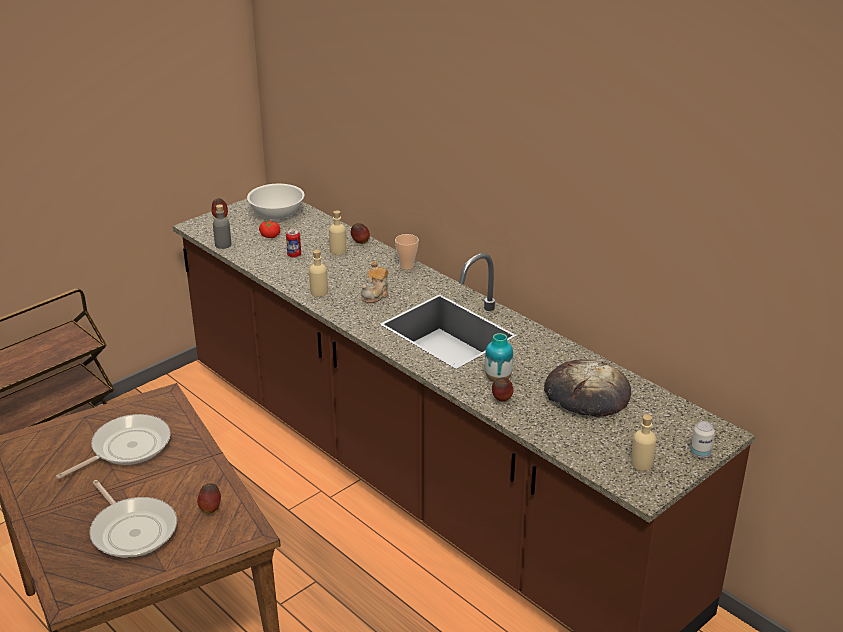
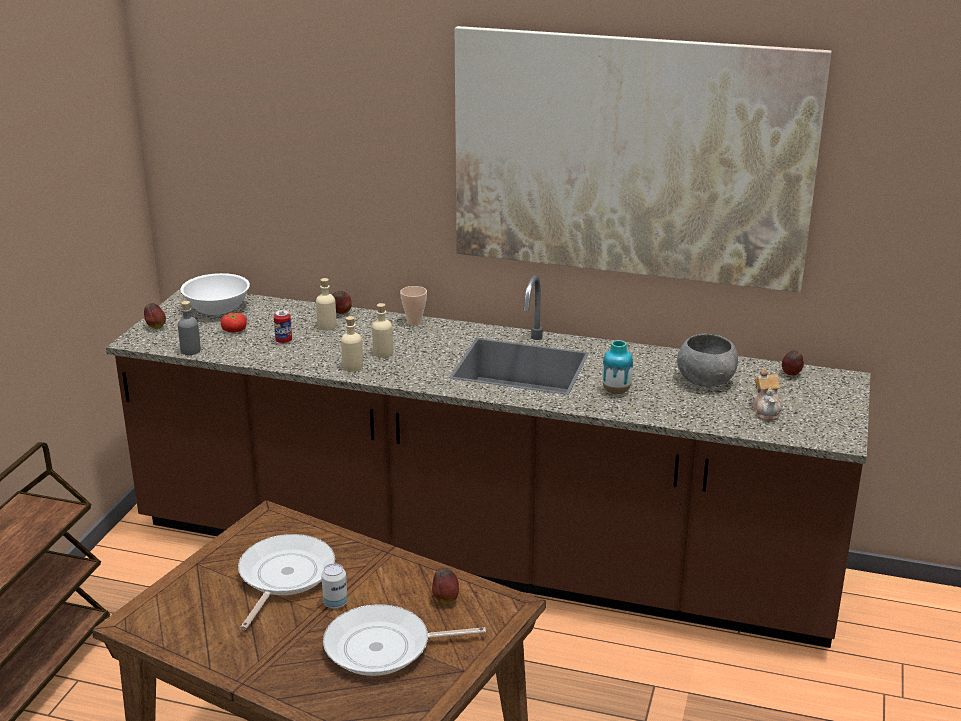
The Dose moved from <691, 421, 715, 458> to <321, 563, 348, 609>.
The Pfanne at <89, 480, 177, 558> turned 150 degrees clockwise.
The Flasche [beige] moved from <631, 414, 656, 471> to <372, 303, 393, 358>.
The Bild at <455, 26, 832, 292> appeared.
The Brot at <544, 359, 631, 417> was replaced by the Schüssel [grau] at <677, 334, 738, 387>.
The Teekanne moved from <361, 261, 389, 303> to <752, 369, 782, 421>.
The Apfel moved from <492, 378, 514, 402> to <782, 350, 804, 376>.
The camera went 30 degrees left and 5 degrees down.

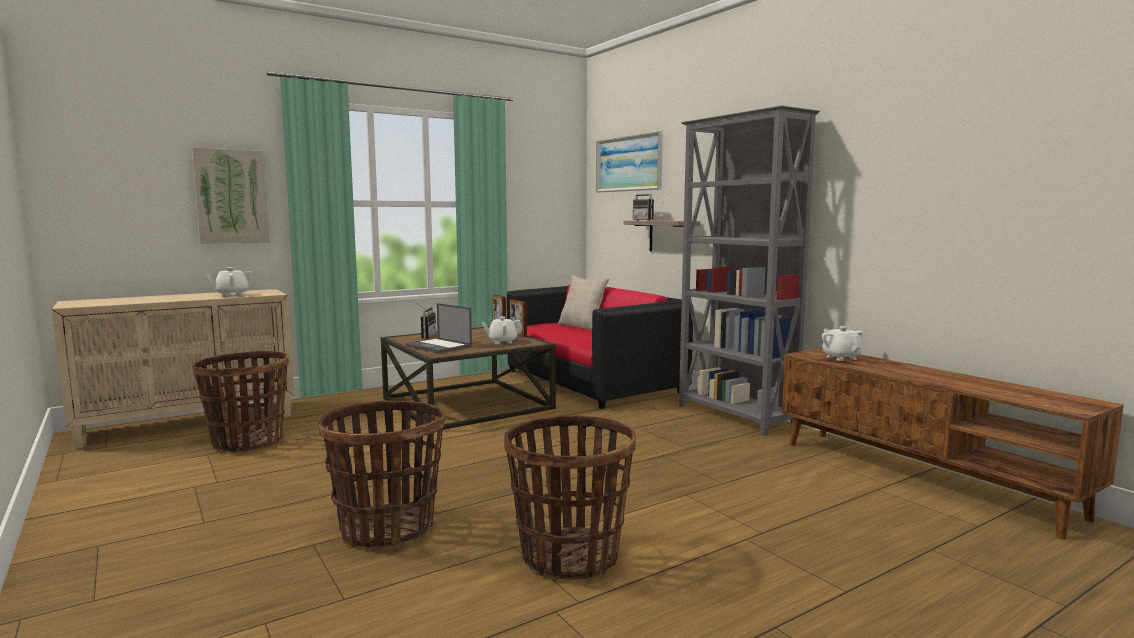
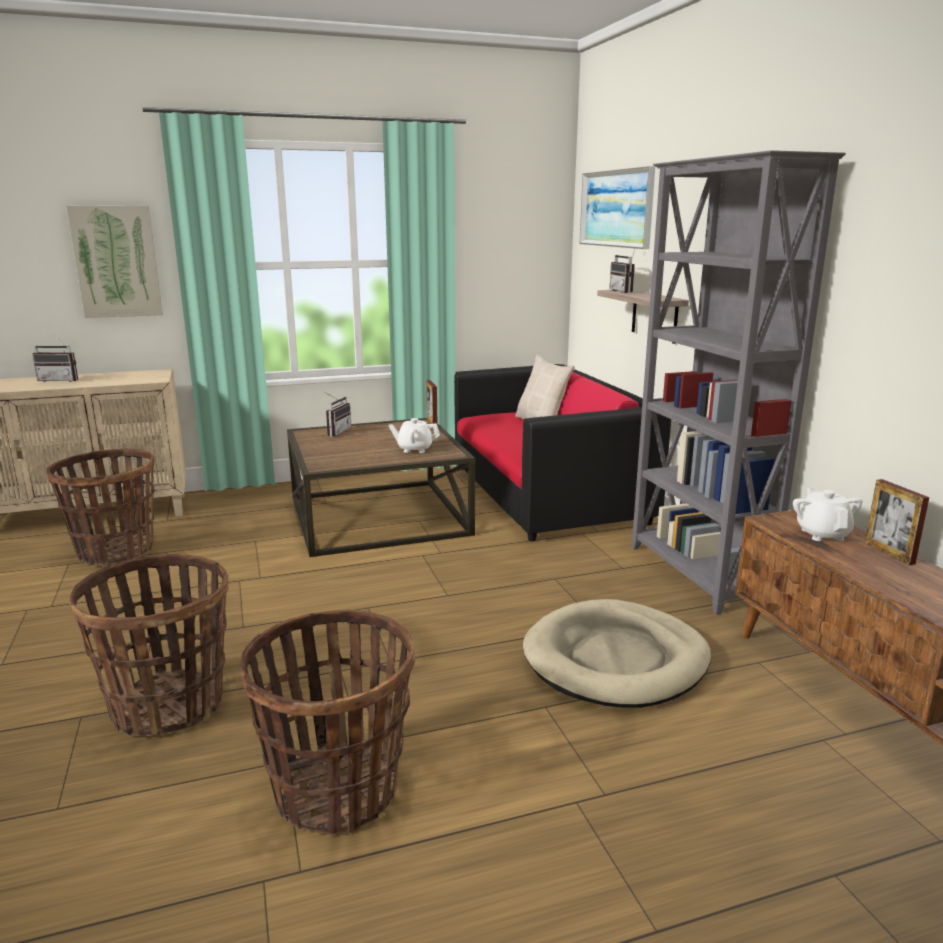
The Radio at <32, 334, 78, 382> appeared.
The Hundebett [beige] at <523, 599, 711, 708> appeared.
The Bilderrahmen moved from <510, 299, 527, 337> to <865, 479, 929, 565>.
The Teekanne [weiß] at <205, 267, 255, 297> disappeared.
The Laptop at <405, 303, 472, 353> disappeared.
The camera went 15 degrees right and 10 degrees up.

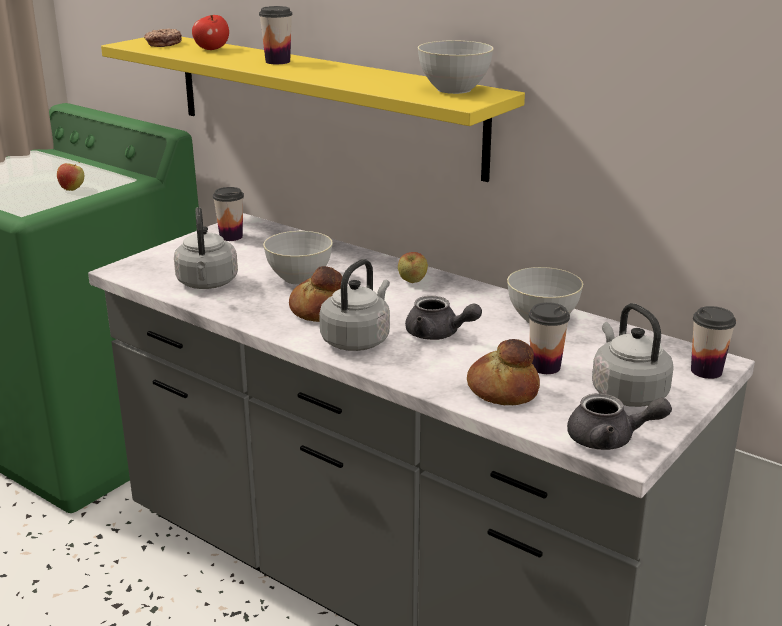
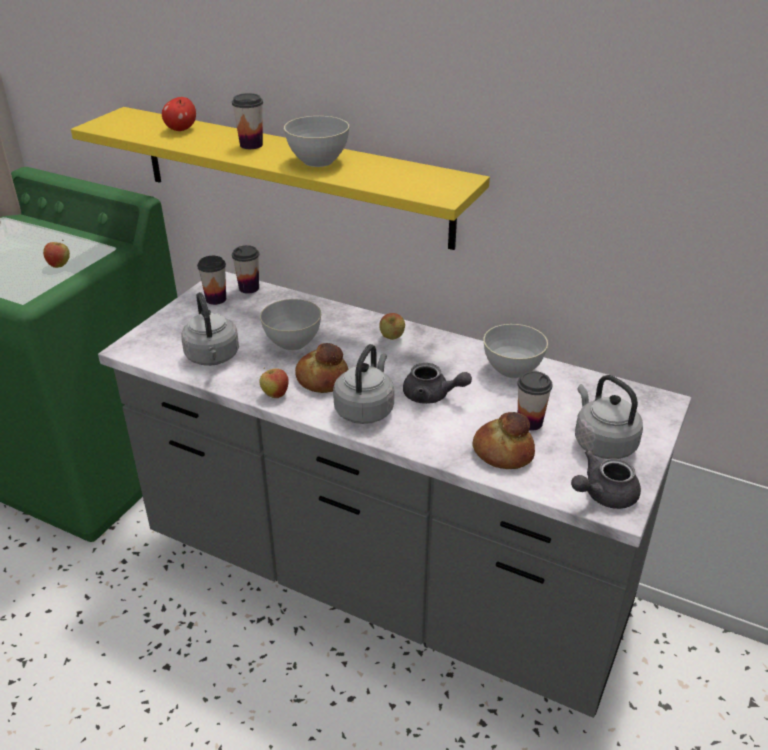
The Tasse moved from <691, 306, 736, 379> to <232, 245, 259, 294>.
The Apfel at <259, 367, 289, 398> appeared.
The Schüssel [grau] moved from <418, 40, 493, 94> to <284, 116, 349, 167>.
The Teekanne [grau] at <567, 393, 672, 450> turned 150 degrees clockwise.
The Donut at <144, 28, 182, 47> disappeared.
The camera went 10 degrees left and 10 degrees up.

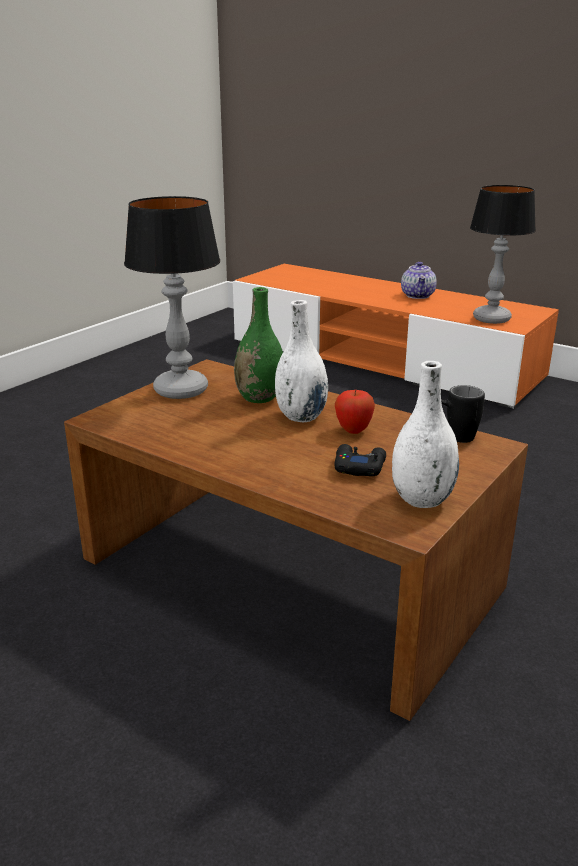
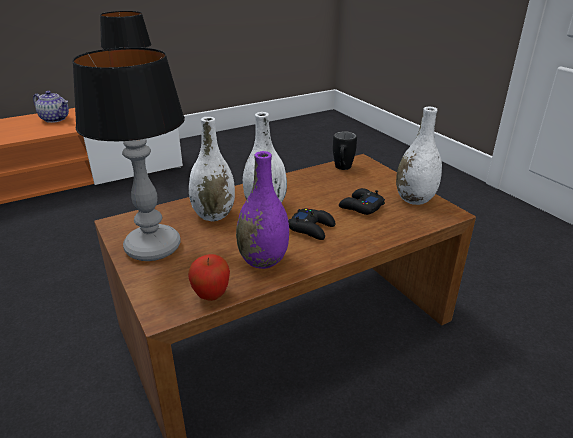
The Apfel moved from <335, 390, 375, 434> to <188, 254, 230, 301>.
The Vase [grün] at <234, 287, 283, 403> became the Vase [weiß] at <189, 117, 235, 221>.
The Vase [lila] at <236, 151, 289, 269> appeared.
The Gamepad [schwarz] at <288, 208, 335, 240> appeared.
The camera went 65 degrees left and 5 degrees up.

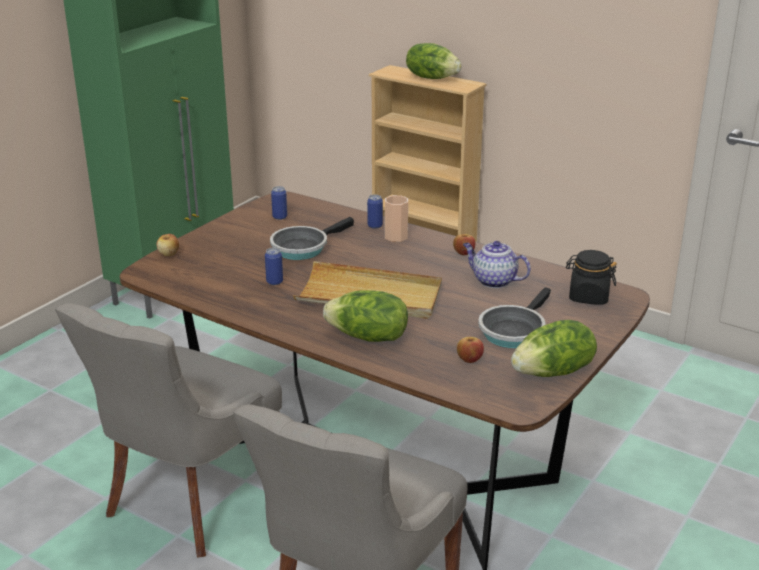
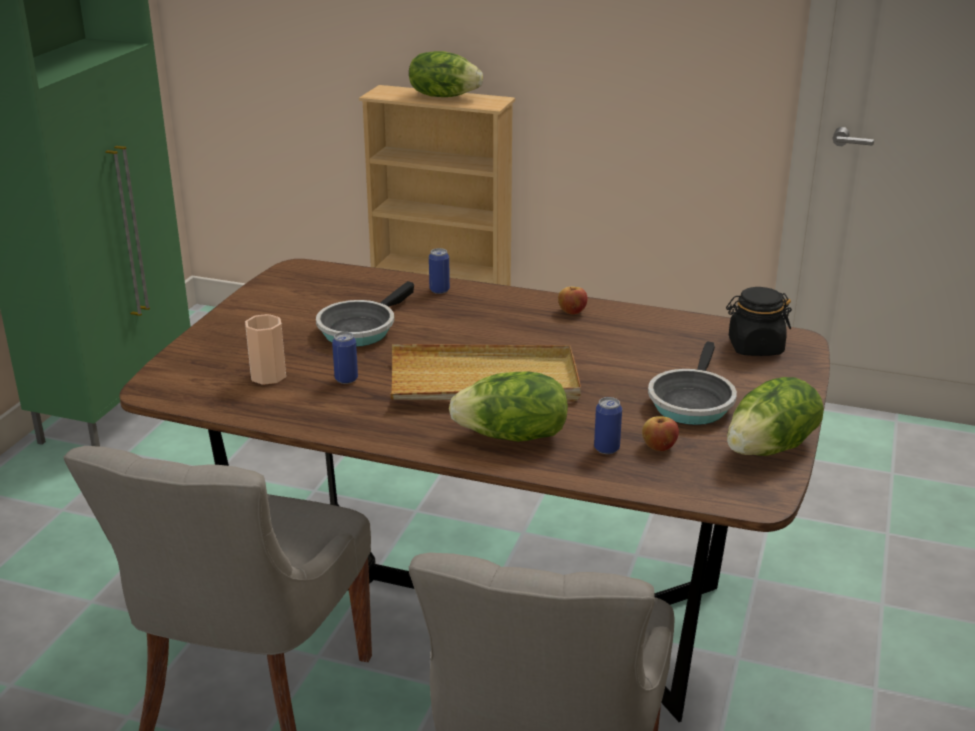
The Tasse moved from <385, 195, 408, 242> to <245, 314, 286, 385>.
The Dose moved from <271, 186, 287, 220> to <594, 397, 622, 454>.
The Apfel at <157, 234, 179, 256> disappeared.
The Teekanne at <463, 241, 531, 288> disappeared.
The camera went 15 degrees left and 0 degrees up.

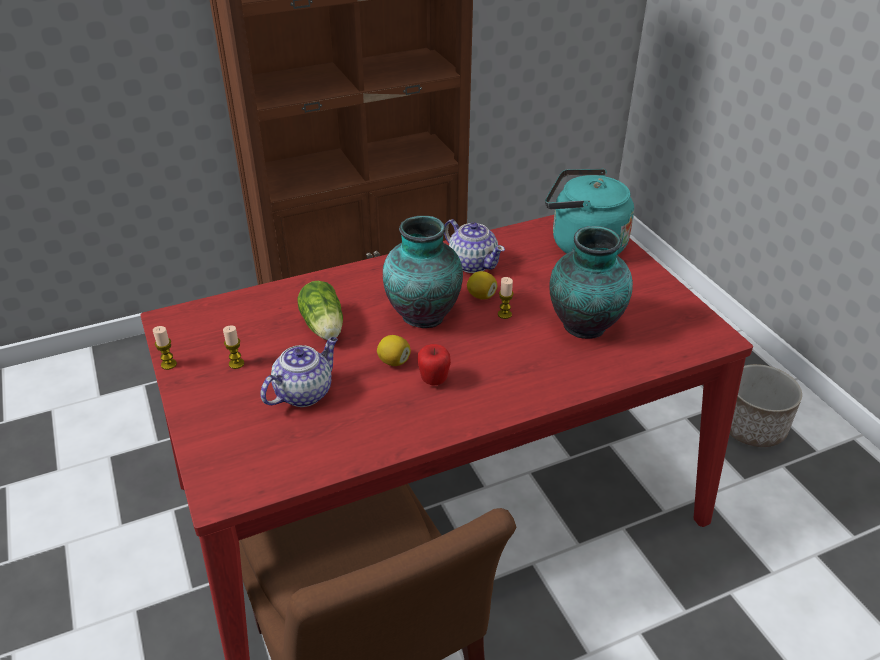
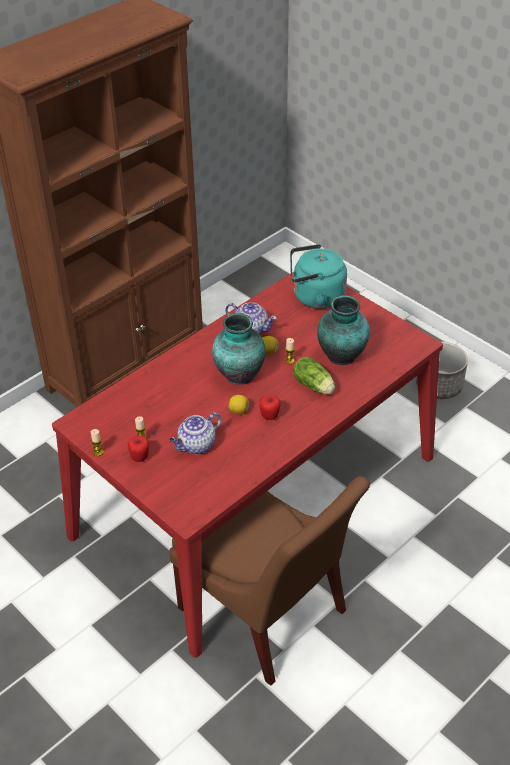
The Apfel at <128, 435, 149, 462> appeared.
The Teekanne at <260, 337, 338, 407> turned 150 degrees counterclockwise.
The Salatkopf moved from <297, 281, 343, 340> to <293, 357, 335, 394>.
The camera went 20 degrees left and 5 degrees up.

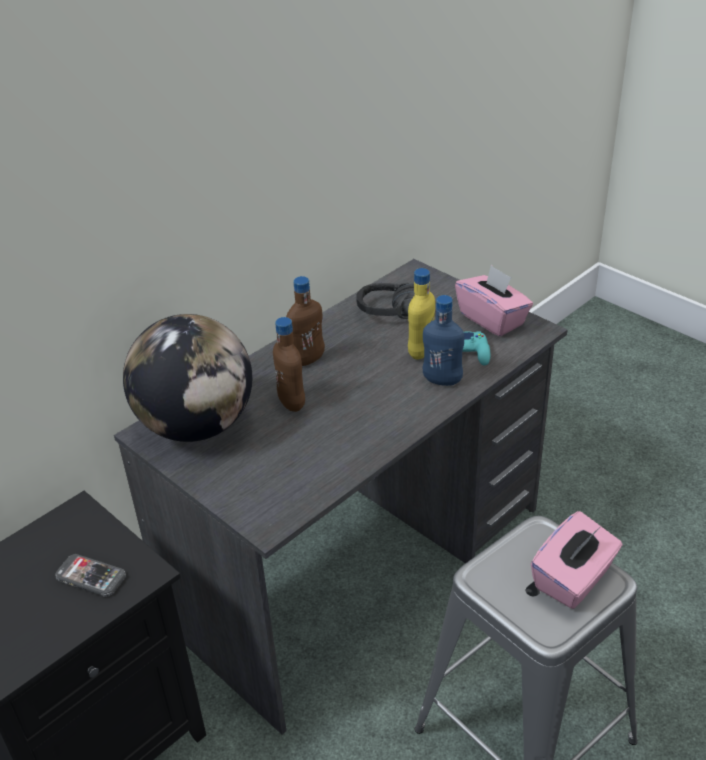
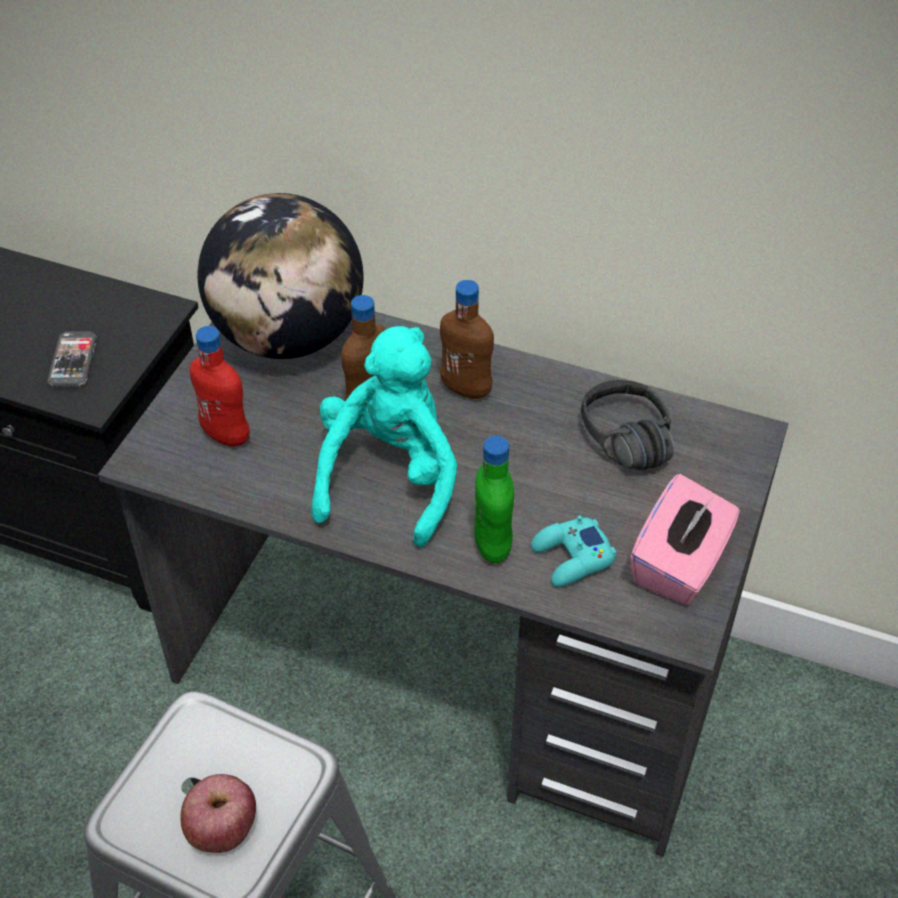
The Taschentuchbox [rosa] at <531, 511, 622, 609> was replaced by the Apfel at <180, 774, 256, 853>.
The Flasche [rot] at <190, 326, 250, 447> appeared.
The Plüschtier [türkis] at <311, 326, 457, 547> appeared.
The Flasche [blau] at <423, 295, 464, 386> became the Flasche [grün] at <474, 436, 514, 563>.
The Flasche [gelb] at <408, 268, 435, 360> disappeared.
The camera went 65 degrees right and 10 degrees up.

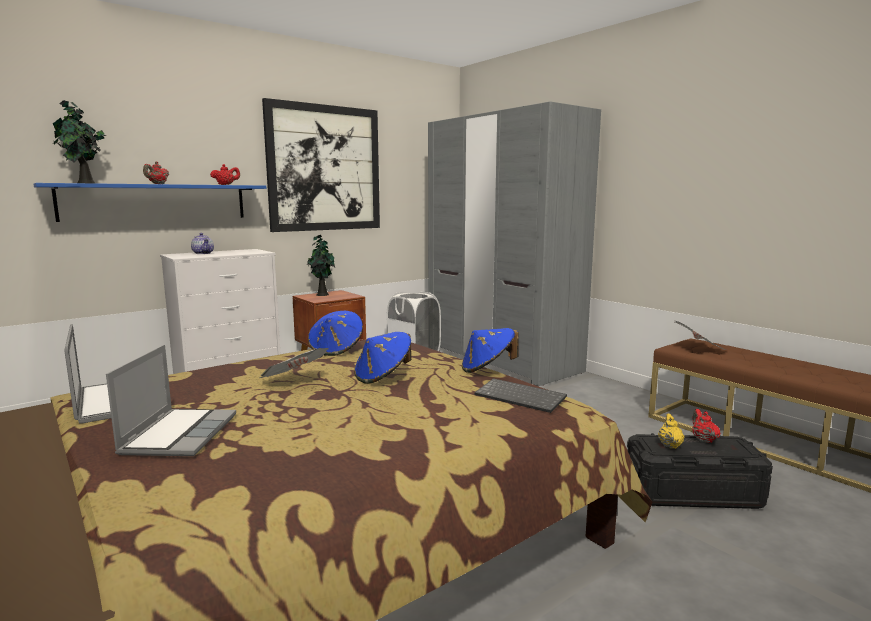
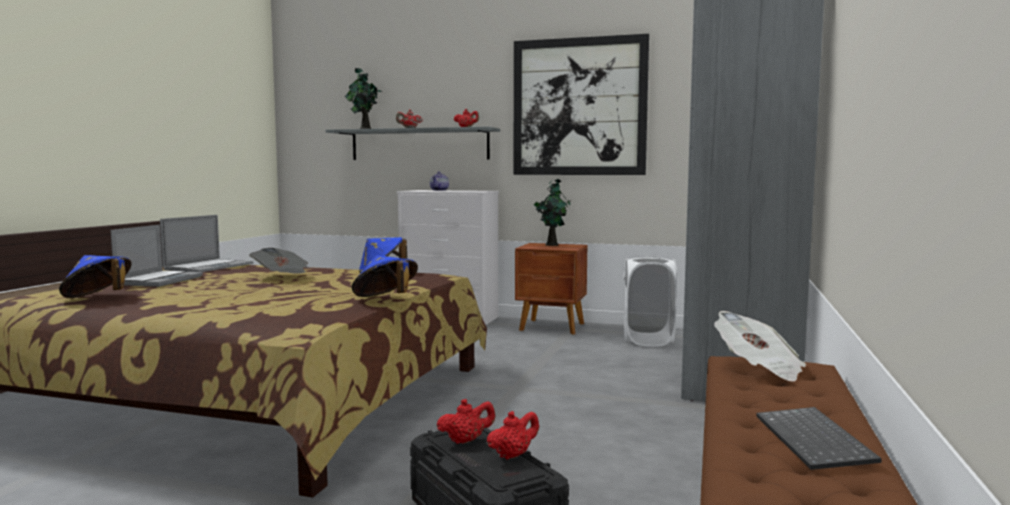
The Hut [blau] moved from <354, 332, 411, 384> to <59, 255, 132, 298>.
The Laptop at <106, 345, 236, 456> turned 45 degrees counterclockwise.
The Wandregal [blau] at <33, 183, 266, 222> became the Wandregal [grau] at <326, 126, 500, 160>.
The Teekanne [gelb] at <658, 414, 685, 449> became the Teekanne [rot] at <437, 399, 495, 444>.
The Tastatur moved from <474, 378, 567, 413> to <756, 407, 882, 470>.
The camera went 55 degrees right and 5 degrees down.

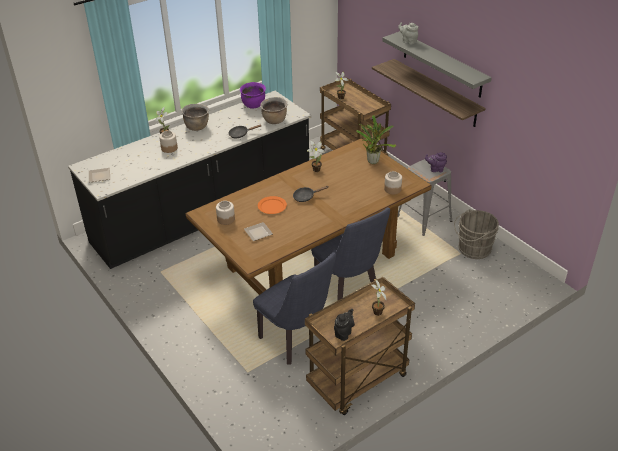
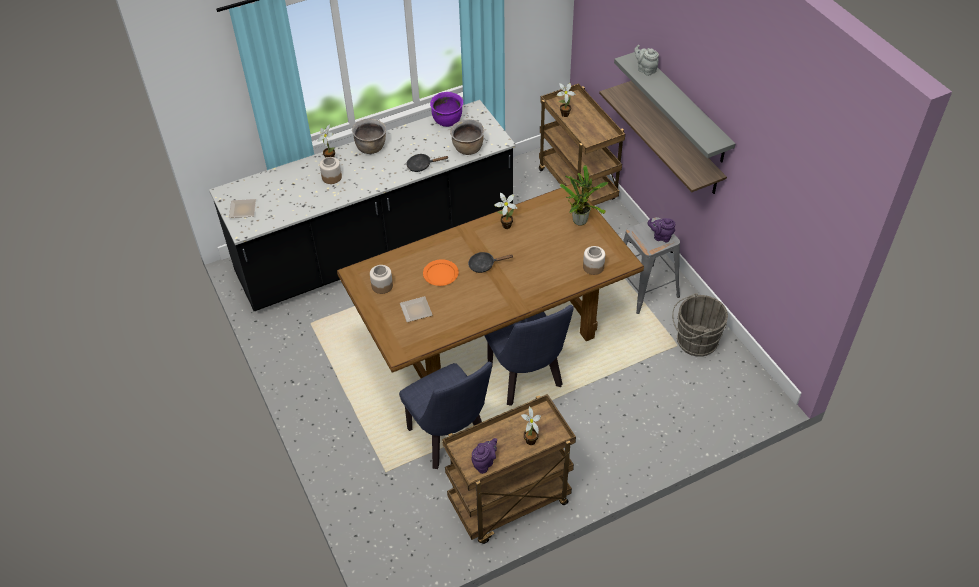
The Teekanne [schwarz] at <334, 309, 355, 341> became the Teekanne [lila] at <471, 438, 497, 474>.
The camera went 10 degrees right and 10 degrees up.

